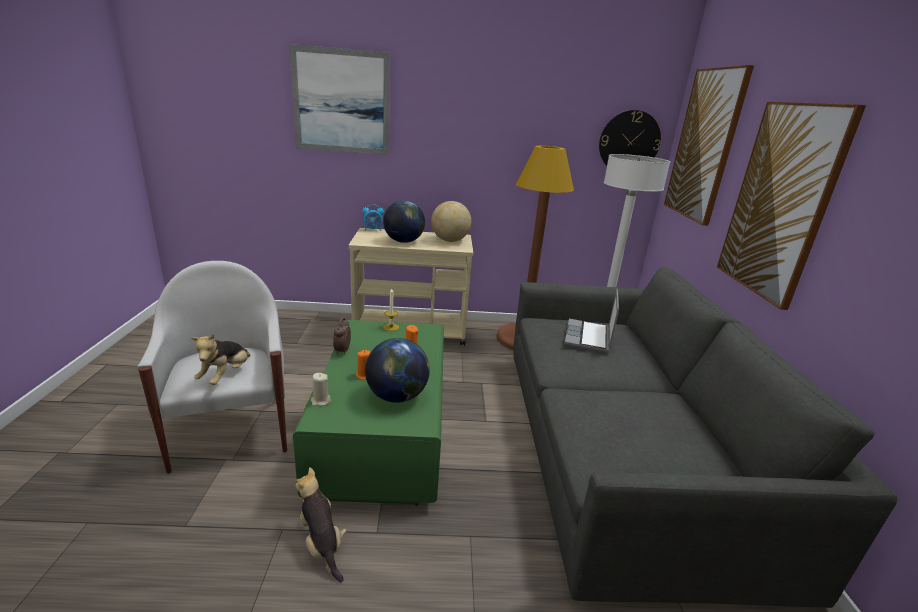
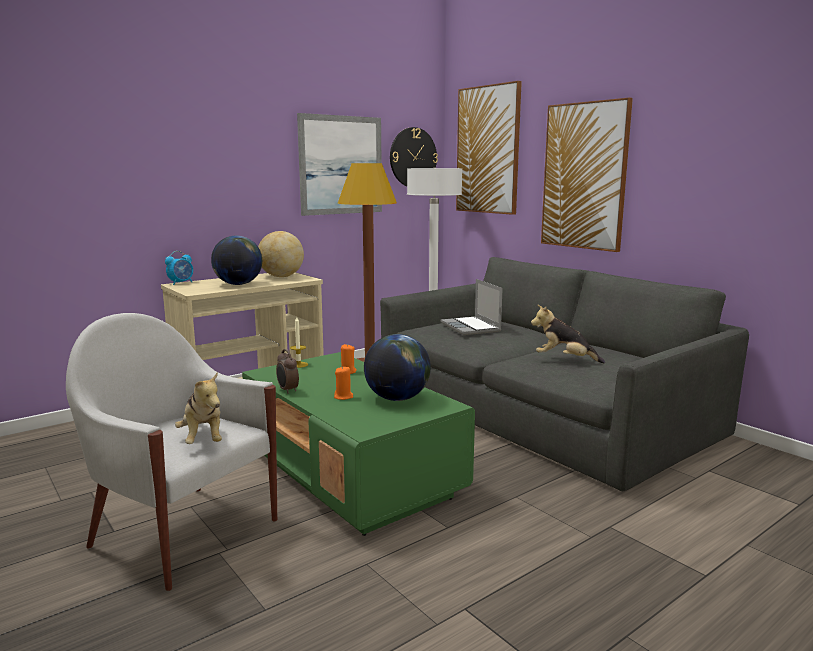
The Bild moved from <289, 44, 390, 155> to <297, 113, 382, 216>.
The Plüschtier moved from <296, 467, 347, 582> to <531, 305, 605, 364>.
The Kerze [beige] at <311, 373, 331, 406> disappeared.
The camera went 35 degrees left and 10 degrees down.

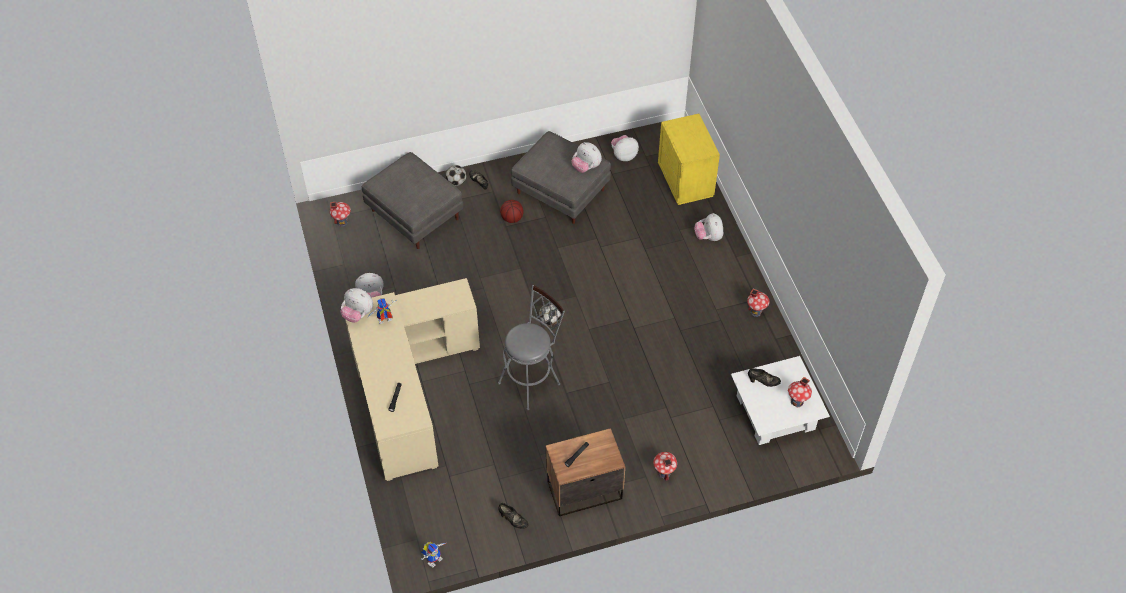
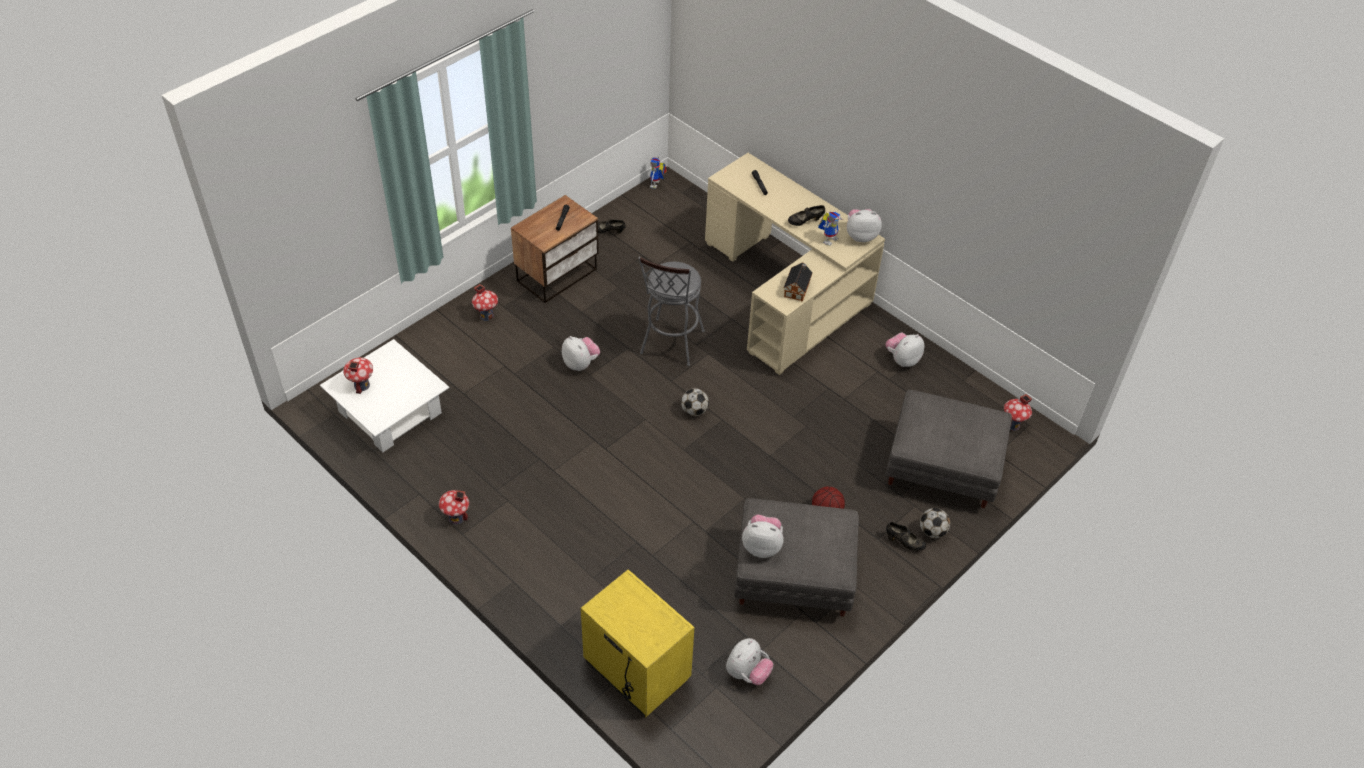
The Plüschtier moved from <694, 213, 723, 241> to <562, 336, 600, 371>.
The Spielzeughaus at <784, 263, 813, 302> appeared.
The Schuh [schwarz] moved from <748, 368, 781, 387> to <788, 205, 825, 226>.
The camera went 150 degrees right and 5 degrees down.

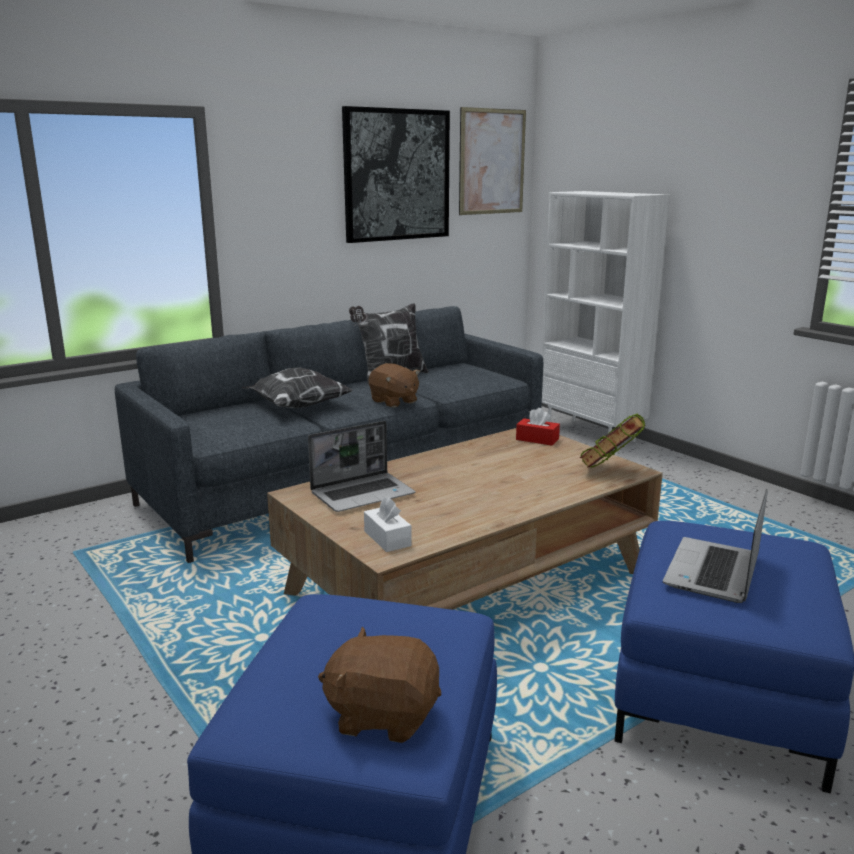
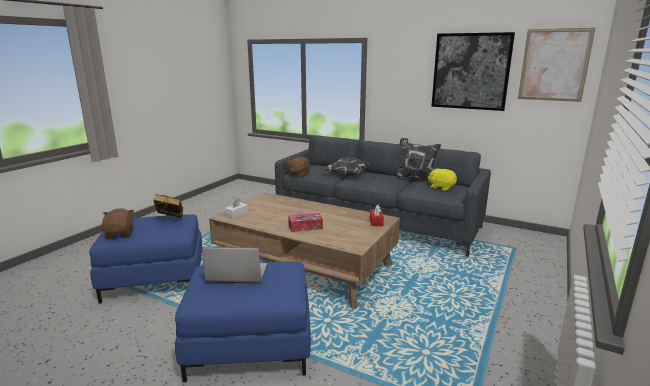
The Buch moved from <580, 413, 645, 468> to <153, 194, 184, 218>.
The Plüschtier [braun] moved from <369, 363, 420, 408> to <287, 157, 310, 177>.
The Taschentuchbox at <288, 213, 323, 232> appeared.
The Plüschtier [gelb] at <428, 169, 457, 191> appeared.
The Laptop at <308, 421, 415, 512> disappeared.
The Bücherregal [weiß] at <542, 191, 670, 442> disappeared.
The camera went 65 degrees right and 0 degrees up.

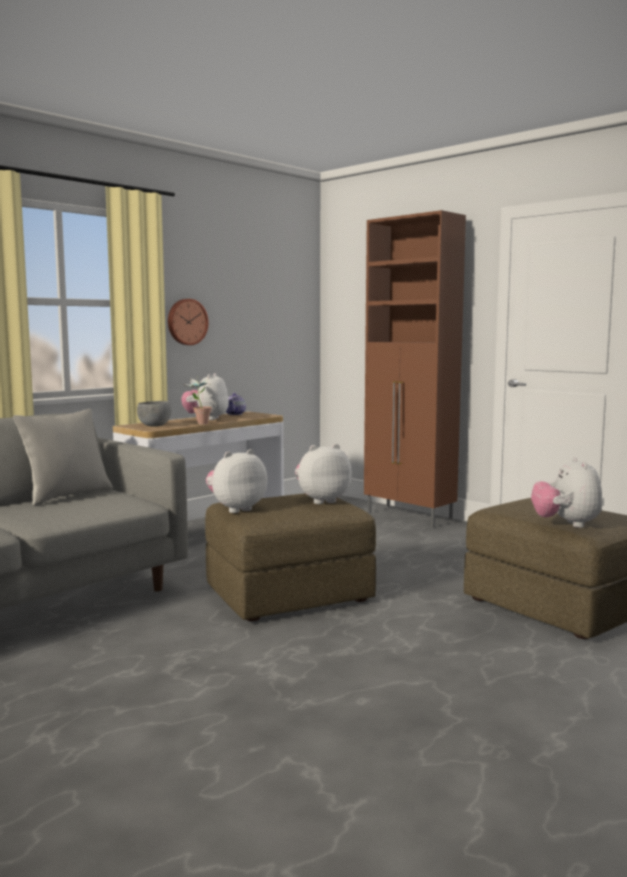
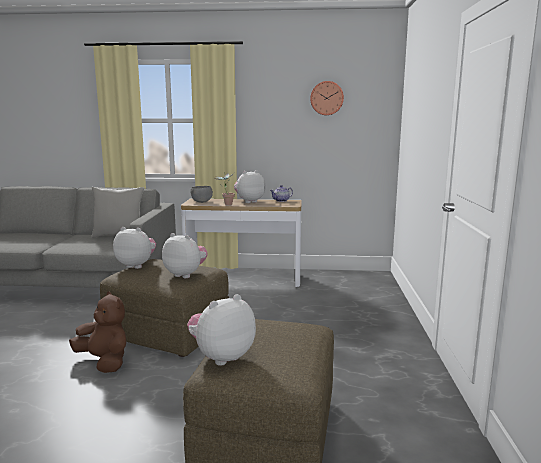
The Plüschtier [braun] at <69, 291, 126, 373> appeared.
The Wanduhr moved from <168, 299, 209, 345> to <310, 81, 344, 115>.
The Schrank [braun] at <364, 210, 466, 528> disappeared.
The camera went 50 degrees right and 5 degrees up.

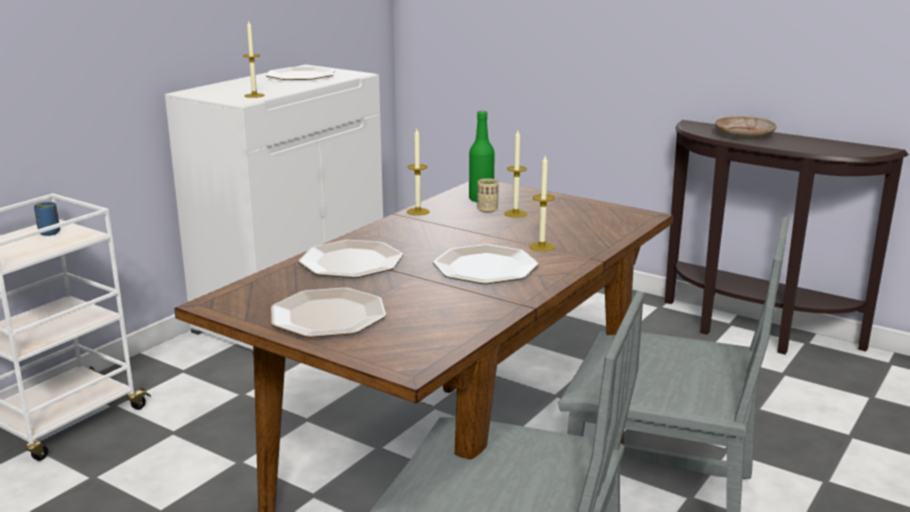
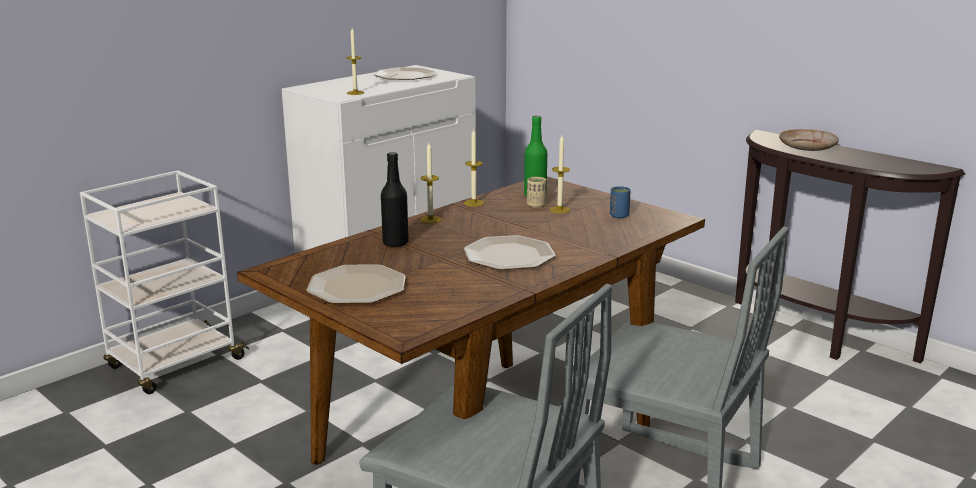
The Teller at <299, 240, 403, 278> was replaced by the Flasche [schwarz] at <381, 152, 409, 247>.
The Kerze moved from <529, 156, 555, 252> to <420, 143, 441, 223>.
The Tasse [blau] moved from <34, 202, 60, 236> to <610, 186, 631, 218>.
The camera went 10 degrees right and 0 degrees up.

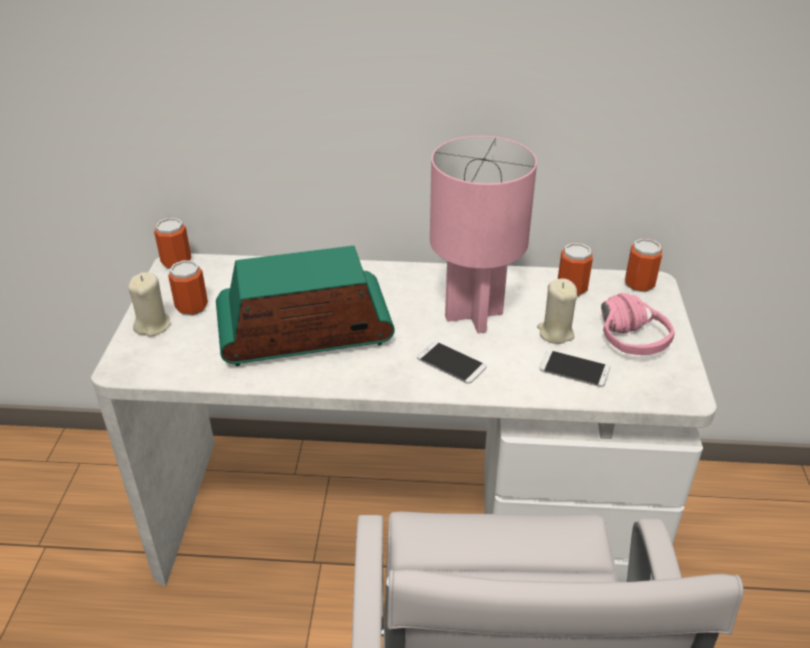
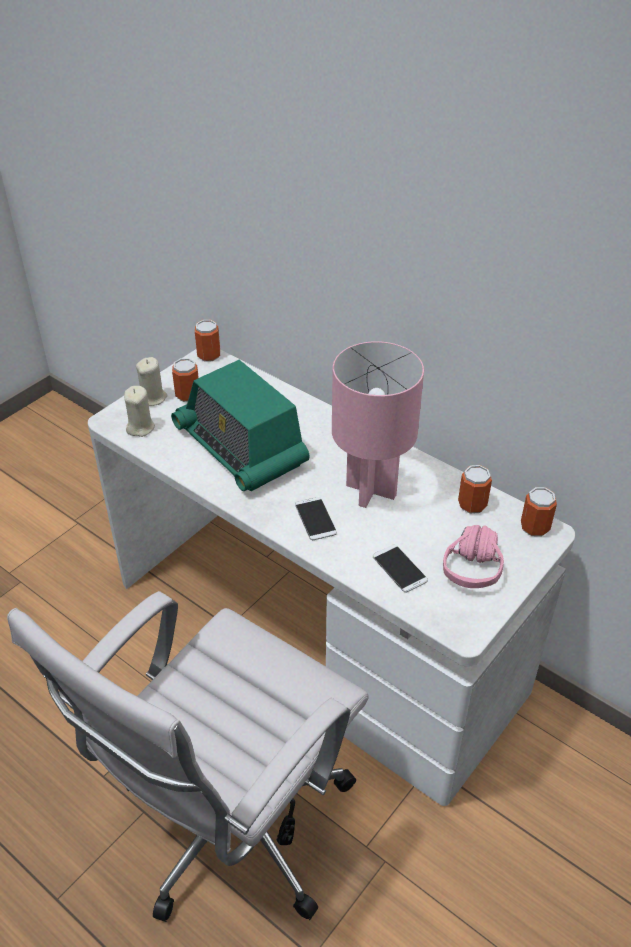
The Kerze [beige] moved from <537, 279, 577, 344> to <124, 386, 155, 437>.
The Radio at <216, 246, 395, 366> turned 150 degrees counterclockwise.
The camera went 35 degrees right and 5 degrees up.

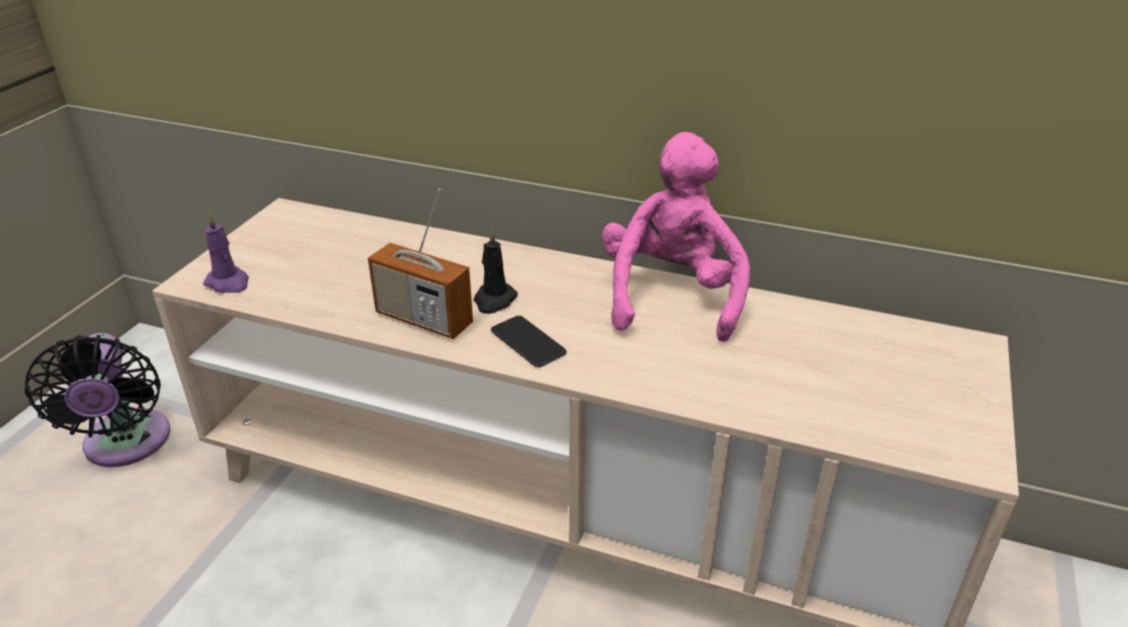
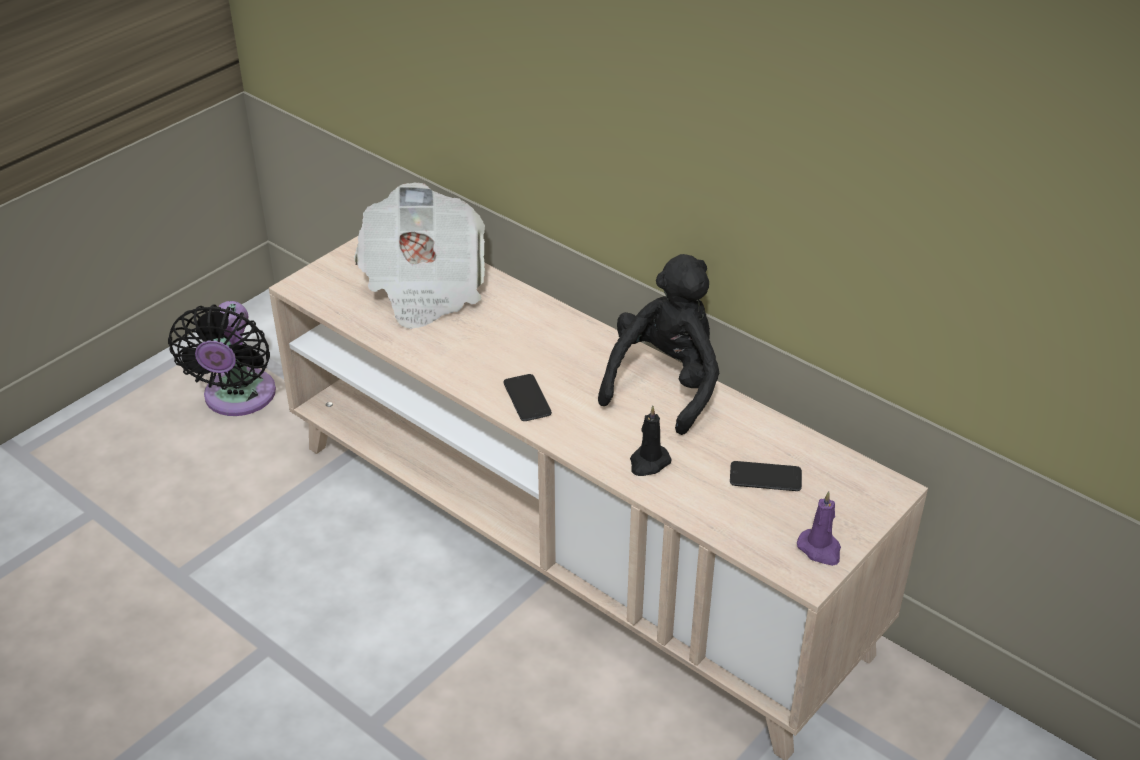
The Zeitung at <354, 182, 485, 329> appeared.
The Plüschtier [rosa] at <602, 132, 750, 342> became the Plüschtier [schwarz] at <598, 254, 719, 435>.
The Kerze [schwarz] moved from <474, 229, 518, 314> to <630, 406, 672, 476>.
The Handy at <730, 461, 802, 491> appeared.
The Kerze [lila] moved from <203, 213, 249, 293> to <797, 491, 841, 566>.
The Radio at <368, 189, 473, 339> disappeared.
The camera went 20 degrees right and 5 degrees up.

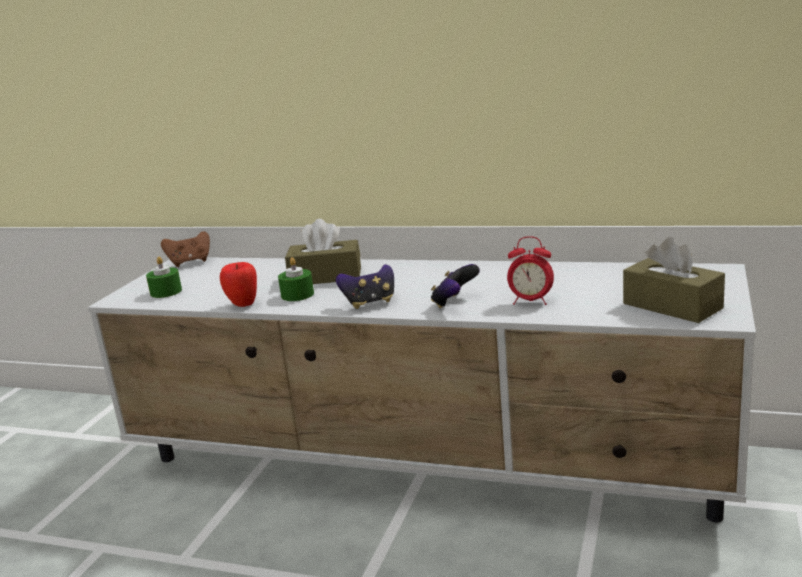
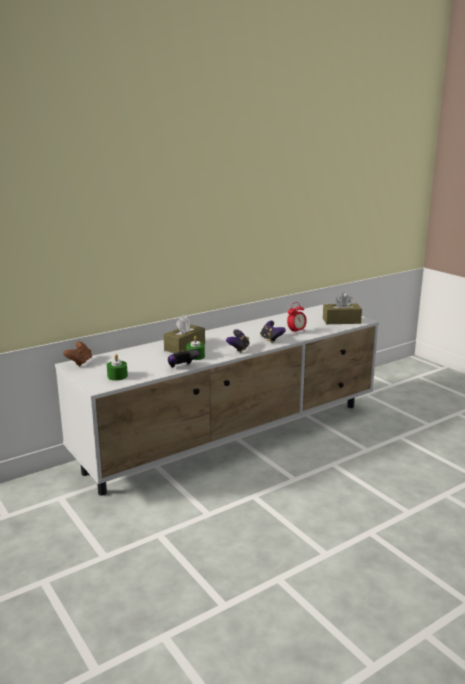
The Apfel at <220, 262, 257, 307> was replaced by the Gamepad at <168, 350, 200, 368>.
The camera went 55 degrees left and 0 degrees up.

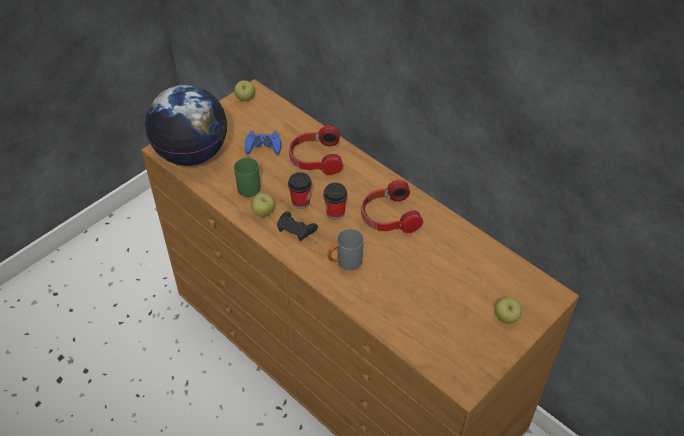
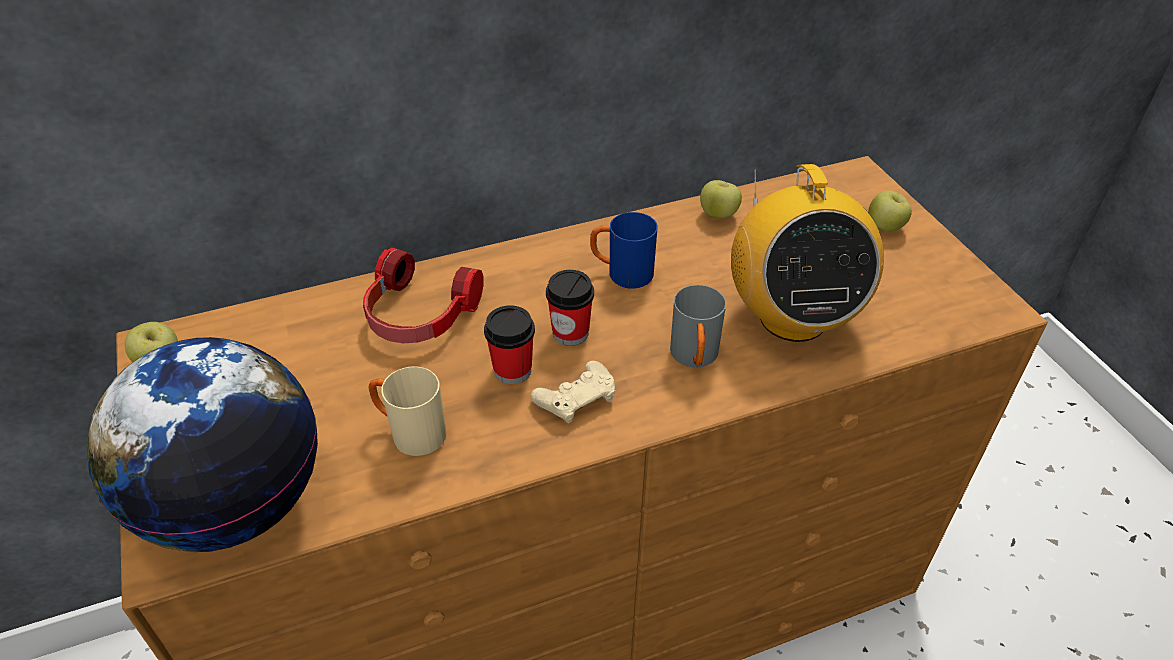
The Henkelbecher [grün] at <234, 155, 261, 197> became the Henkelbecher [beige] at <369, 366, 446, 456>.
The Gamepad [schwarz] at <277, 211, 318, 241> became the Gamepad [beige] at <531, 361, 615, 424>.
The Kopfhörer at <361, 179, 423, 233> was replaced by the Henkelbecher [blau] at <590, 212, 658, 289>.
The Apfel moved from <251, 193, 274, 217> to <700, 180, 742, 218>.
The Radio at <731, 164, 884, 342> appeared.
The Gamepad [blau] at <245, 131, 281, 155> disappeared.
The camera went 65 degrees left and 5 degrees down.

